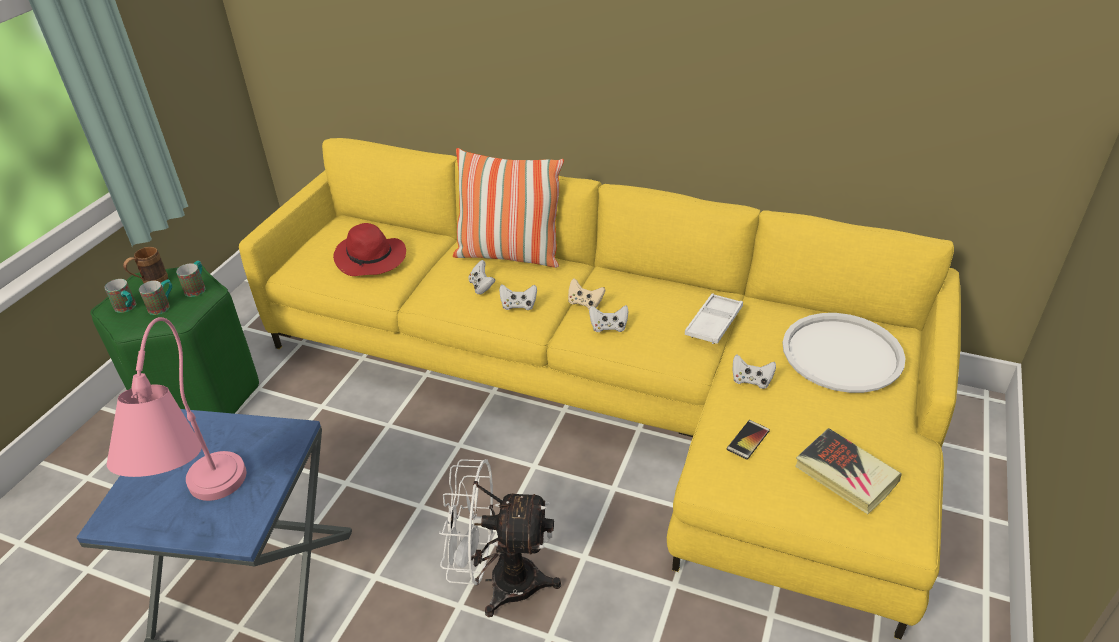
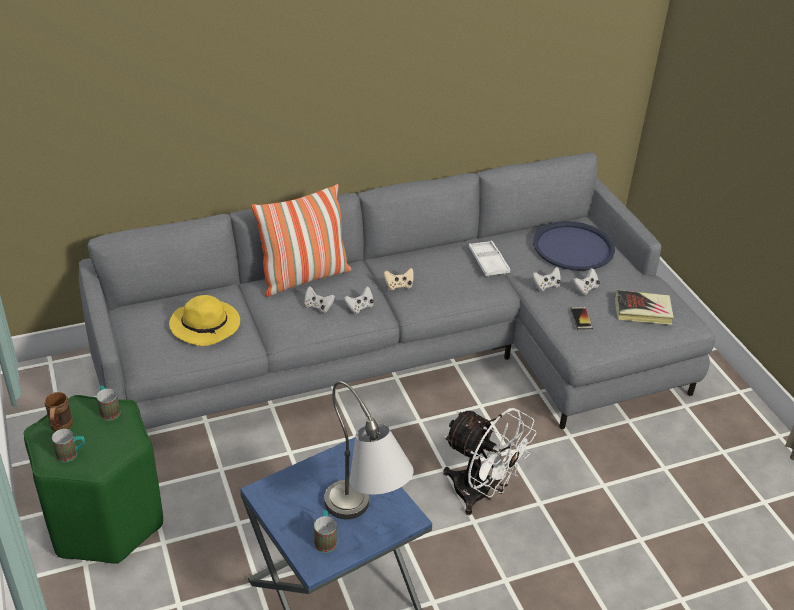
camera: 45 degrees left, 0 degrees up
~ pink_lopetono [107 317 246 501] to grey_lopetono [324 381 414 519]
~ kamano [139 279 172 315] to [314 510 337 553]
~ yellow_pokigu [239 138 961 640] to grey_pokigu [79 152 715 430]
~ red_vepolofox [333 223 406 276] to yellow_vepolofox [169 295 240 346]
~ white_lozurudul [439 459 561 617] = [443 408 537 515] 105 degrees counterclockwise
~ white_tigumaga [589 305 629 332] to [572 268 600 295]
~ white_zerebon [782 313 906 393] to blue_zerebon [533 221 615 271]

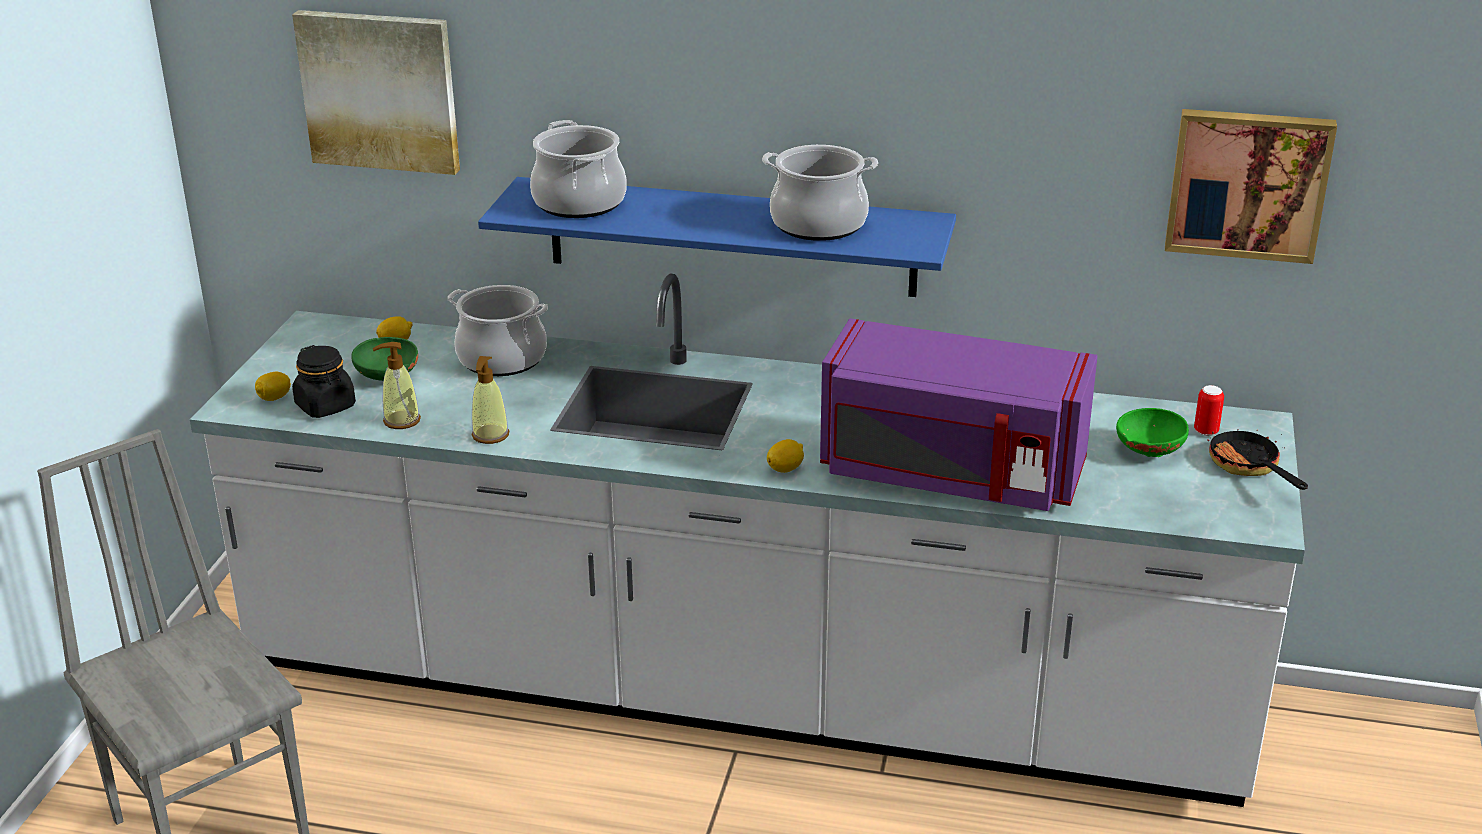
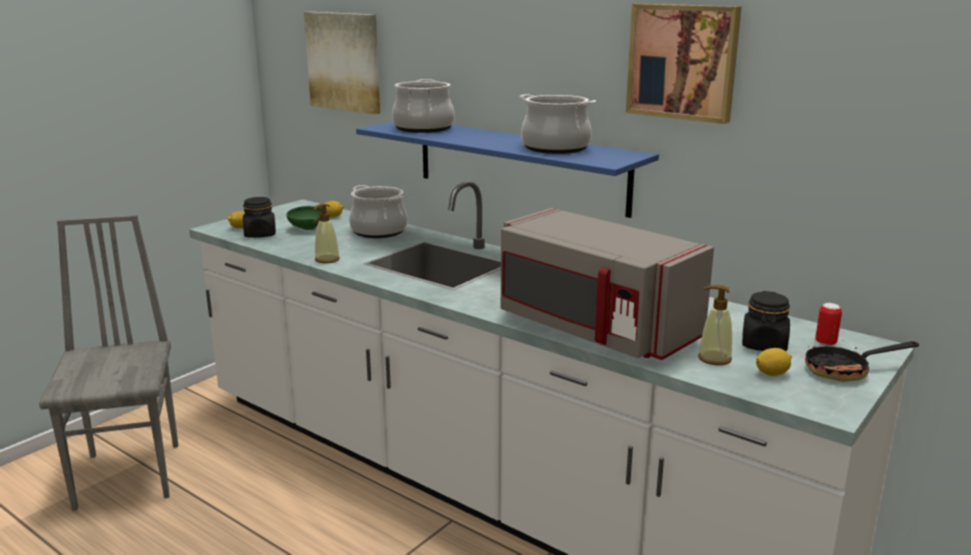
camera: 25 degrees right, 10 degrees down
~ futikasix [373 342 421 429] to [698 285 732 365]
~ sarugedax [767 439 804 473] to [756 348 792 376]
~ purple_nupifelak [820 318 1098 511] to grey_nupifelak [501 208 714 360]
~ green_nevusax [1116 408 1189 457] to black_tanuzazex [742 291 790 351]
~ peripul [1165 109 1337 264] to [626 4 742 124]
~ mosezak [1207 429 1308 490] = [805 340 919 381] 105 degrees counterclockwise

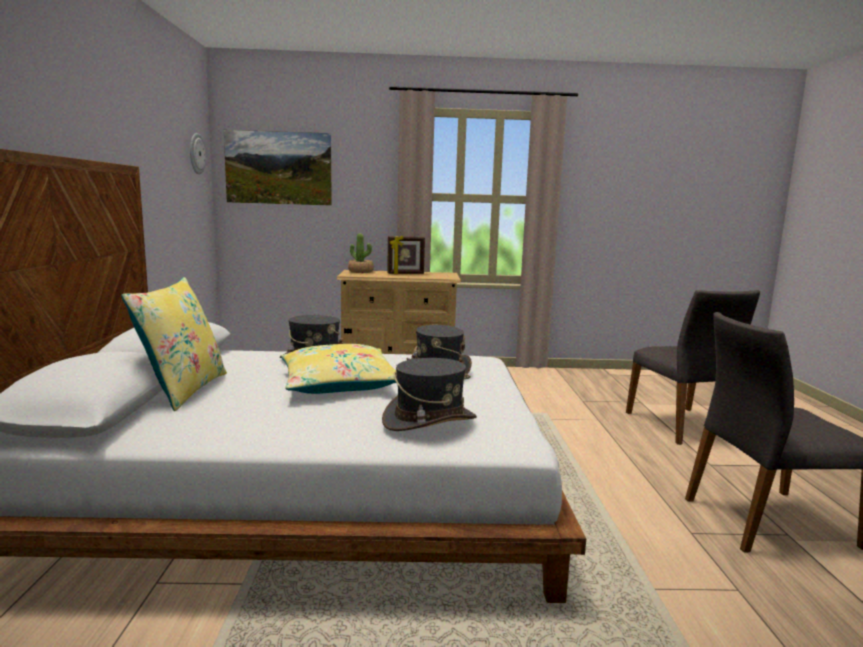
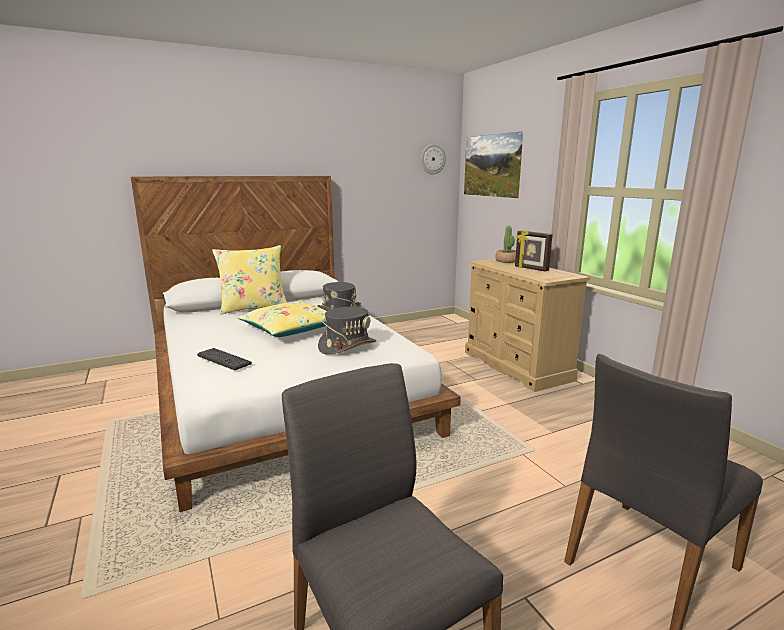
camera: 65 degrees right, 5 degrees up
~ grey_vepolofox [382 358 477 431] to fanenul [197 348 252 370]

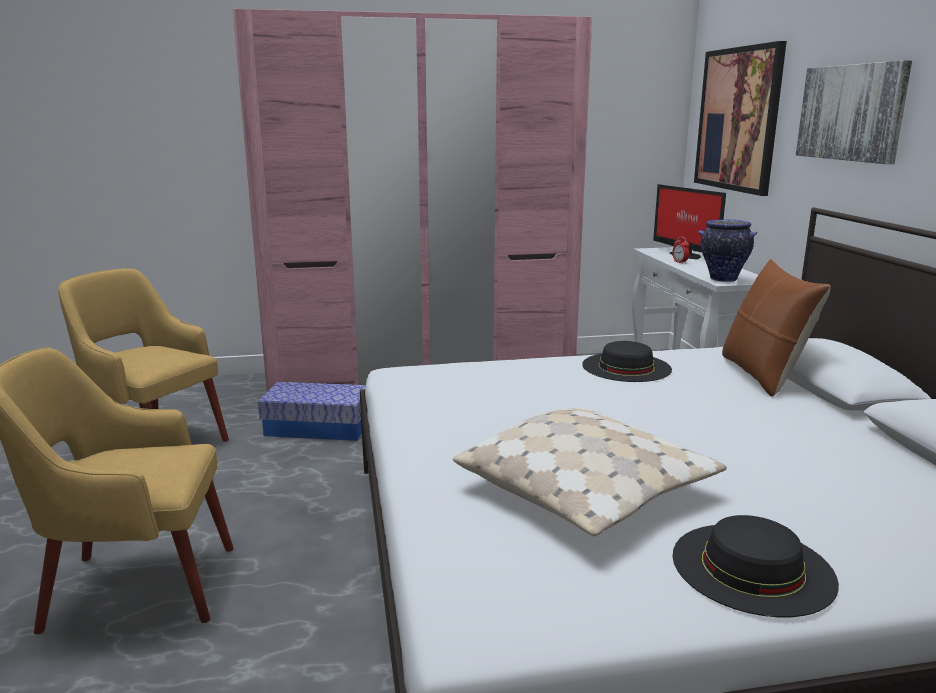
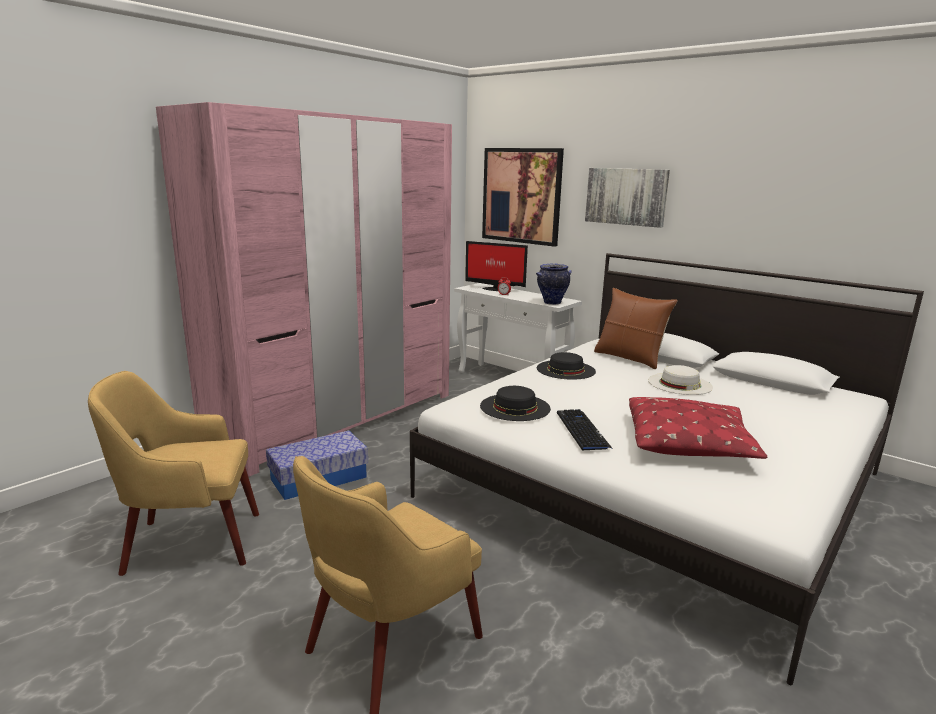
camera: 40 degrees left, 0 degrees up
~ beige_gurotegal [453 408 727 536] to red_gurotegal [629 397 767 459]
~ black_vepolofox [673 515 839 617] to [480 386 551 421]
+ fanenul [557 409 613 451]
+ white_vepolofox [648 365 713 395]

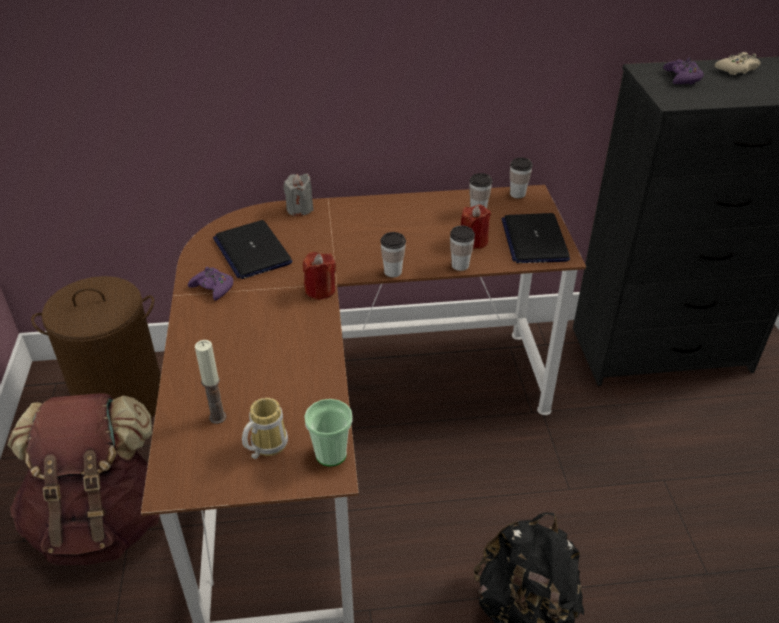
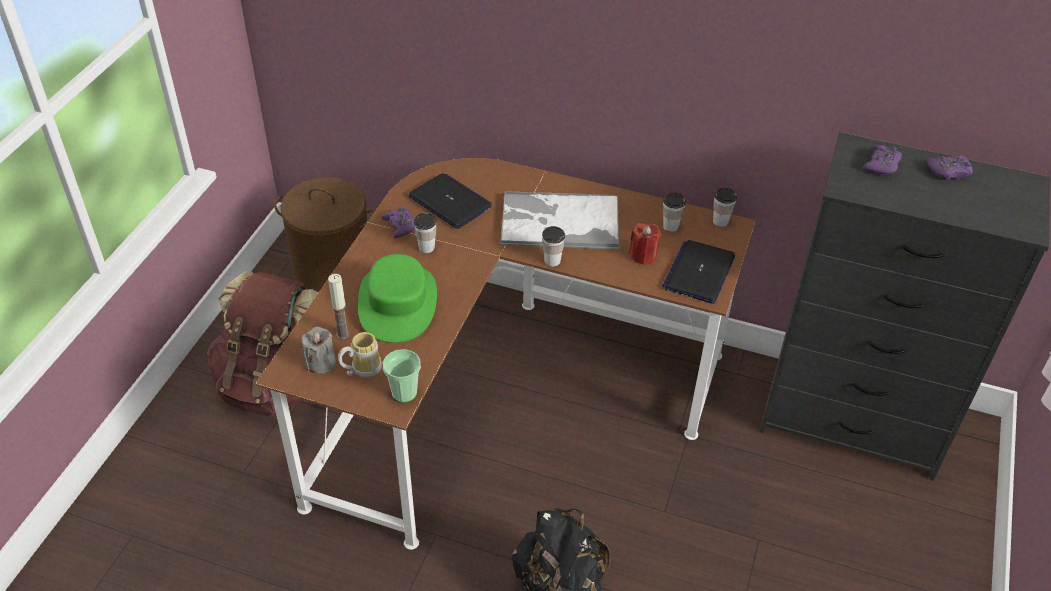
camera: 25 degrees right, 5 degrees up
~ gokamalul [213 220 292 279] = [409 173 492 229] 135 degrees clockwise
~ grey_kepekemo [284 173 314 216] to [302 327 336 374]
- red_kepekemo [303 252 336 300]
~ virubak [450 225 475 271] to [414 213 437 253]
~ beige_tigumaga [715 52 761 75] to purple_tigumaga [926 155 973 179]
+ green_vepolofox [358 254 437 343]
+ zerebon [500 191 620 250]

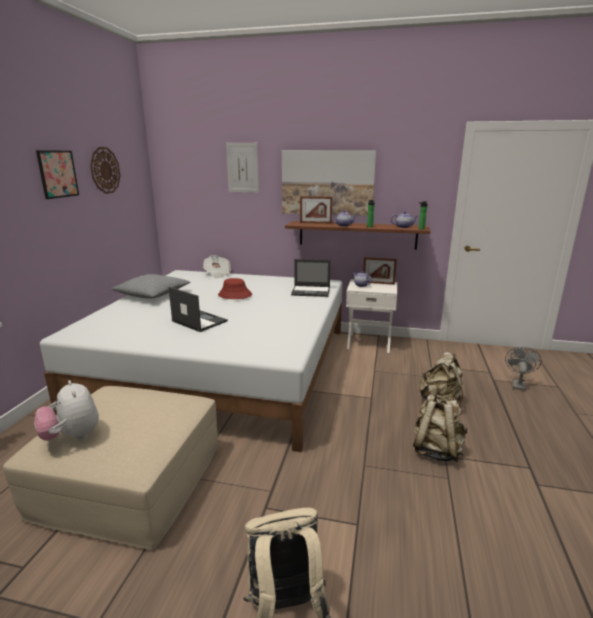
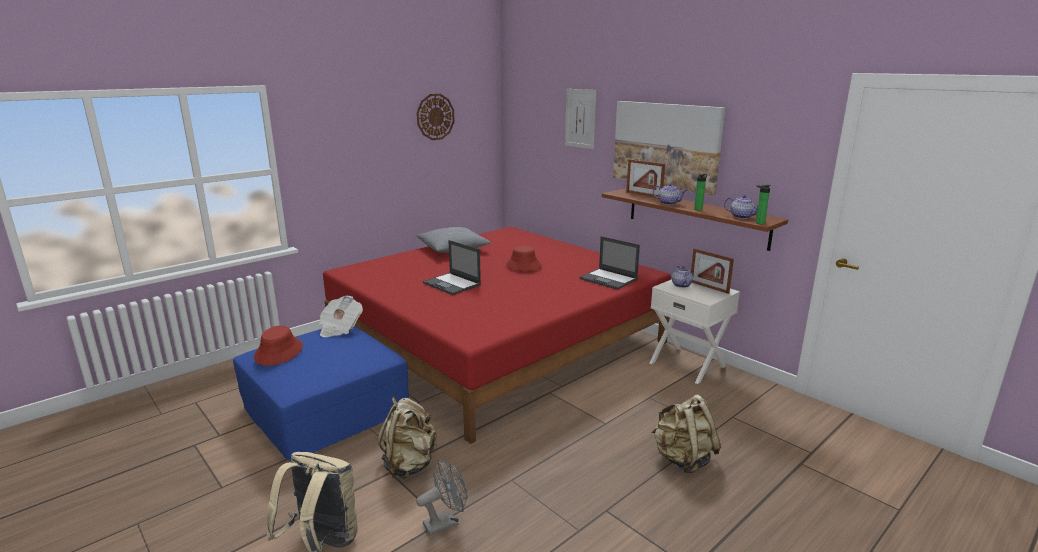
camera: 35 degrees right, 0 degrees up
~ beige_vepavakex [3 386 218 549] to blue_vepavakex [233 326 409 461]
~ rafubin [34 380 99 441] to red_vepolofox [254 325 303 366]
- peripul [36 150 79 199]
~ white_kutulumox [40 270 343 452] to red_kutulumox [323 227 671 444]
~ gokamalul [169 287 228 332] = [423 240 481 295] 150 degrees clockwise
~ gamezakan [203 255 231 278] to [319 296 363 337]
~ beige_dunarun [413 394 467 462] to [378 397 438 479]
~ grey_lozurudul [505 347 542 391] to [416 460 468 536]

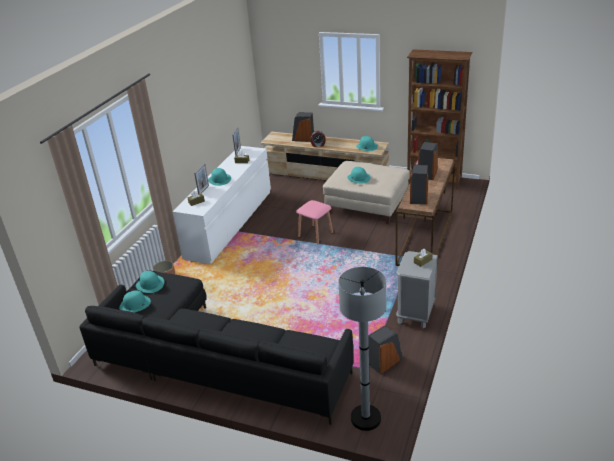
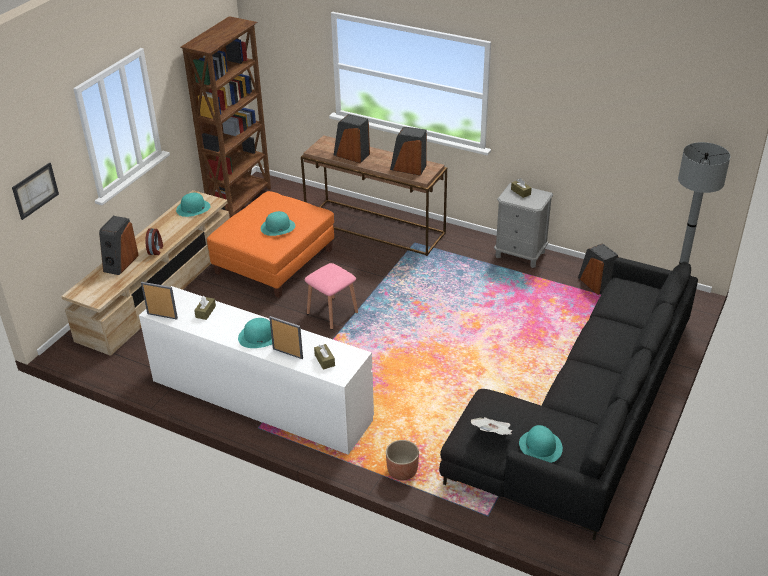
camera: 85 degrees left, 5 degrees up
~ turquoise_vepolofox [136 271 164 293] to gamezakan [471 417 512 435]
~ beige_vepavakex [323 161 410 224] to orange_vepavakex [207 191 334 298]
+ peripul [12 163 59 220]

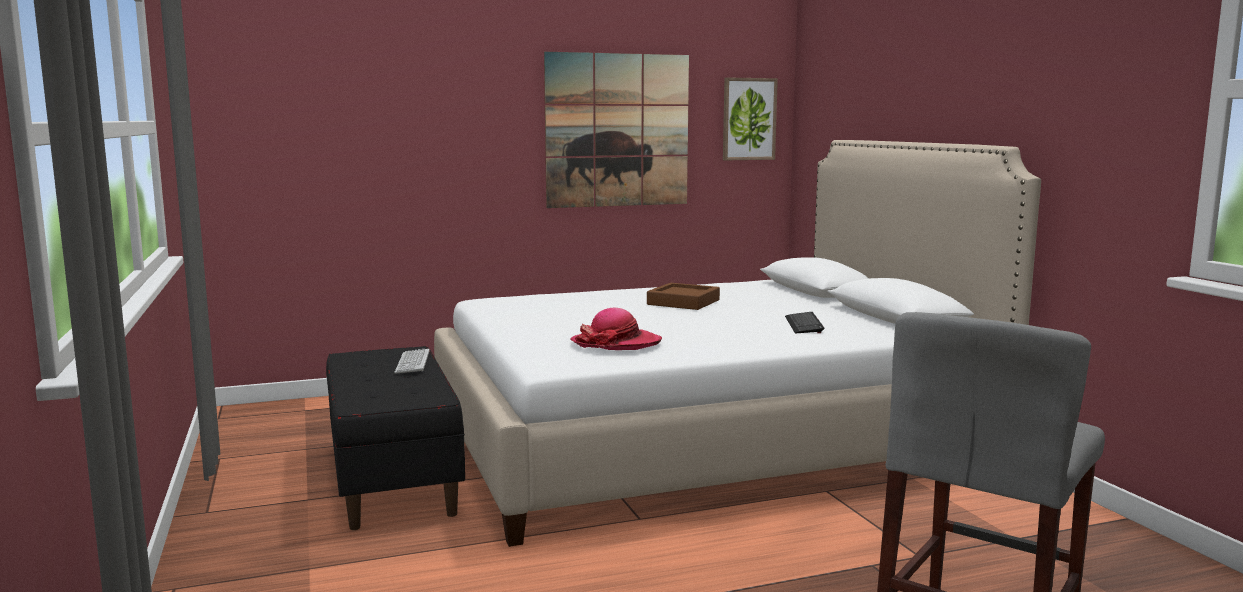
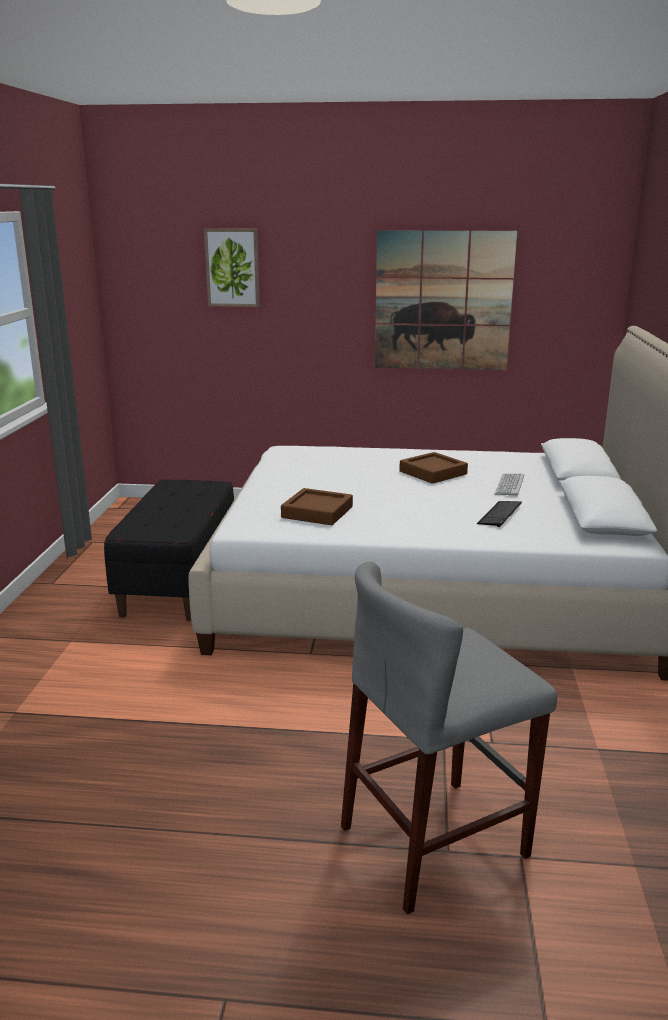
camera: 25 degrees right, 10 degrees up
~ fanenul [394 349 430 374] to [495 473 524 496]
~ vepolofox [570 308 662 350] to brown_zerebon [281 488 353 525]
~ peripul [723 77 778 160] to [204 228 260 307]

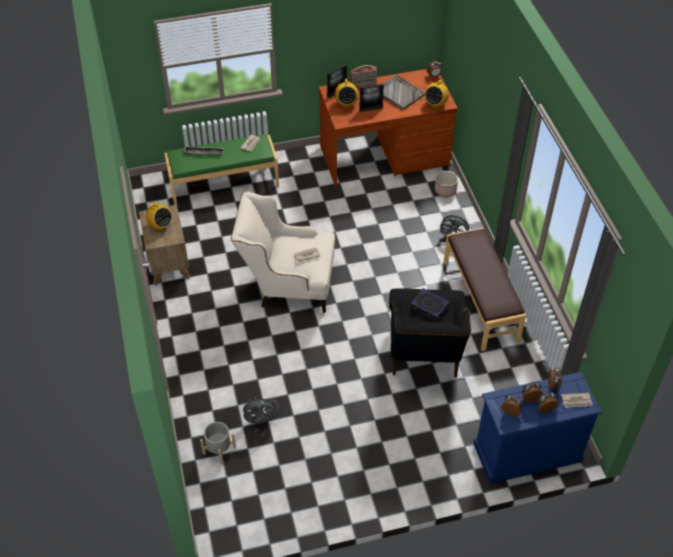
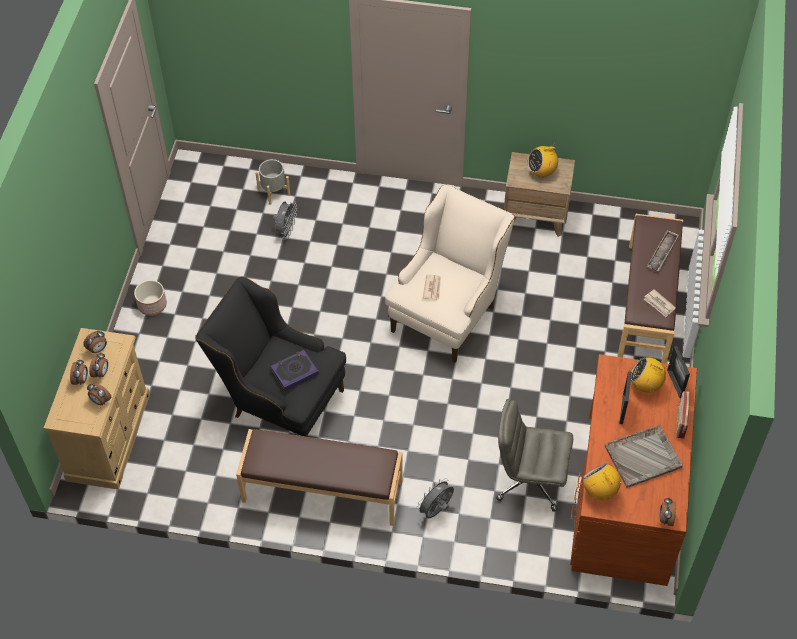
camera: 115 degrees right, 5 degrees up
~ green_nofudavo [164 134 279 205] to brown_nofudavo [617 214 683 364]
~ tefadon [435 171 458 197] to [134 280 167 316]
~ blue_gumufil [474 372 602 484] to beige_gumufil [43 328 150 490]
- gamezakan [561 393 593 408]
+ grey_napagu [496 399 573 512]

